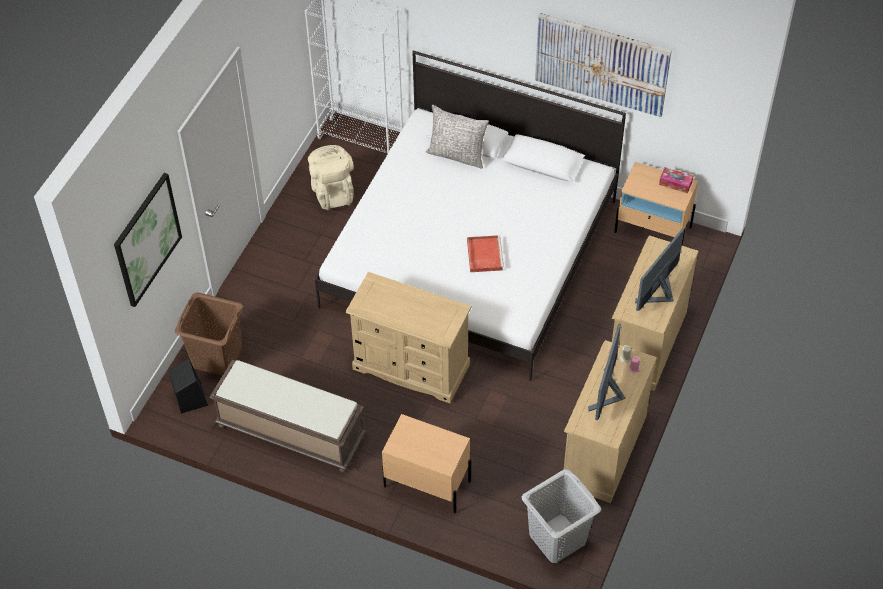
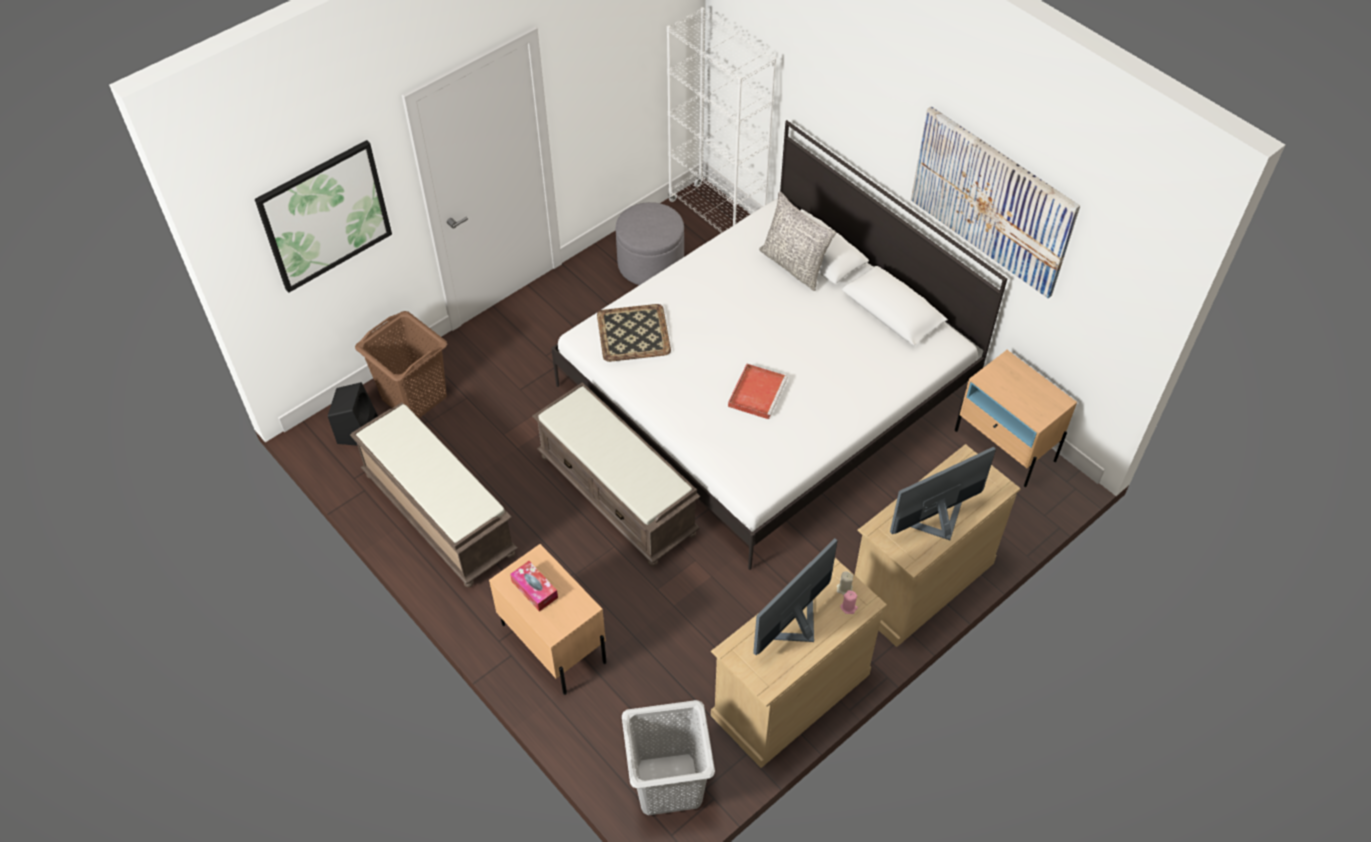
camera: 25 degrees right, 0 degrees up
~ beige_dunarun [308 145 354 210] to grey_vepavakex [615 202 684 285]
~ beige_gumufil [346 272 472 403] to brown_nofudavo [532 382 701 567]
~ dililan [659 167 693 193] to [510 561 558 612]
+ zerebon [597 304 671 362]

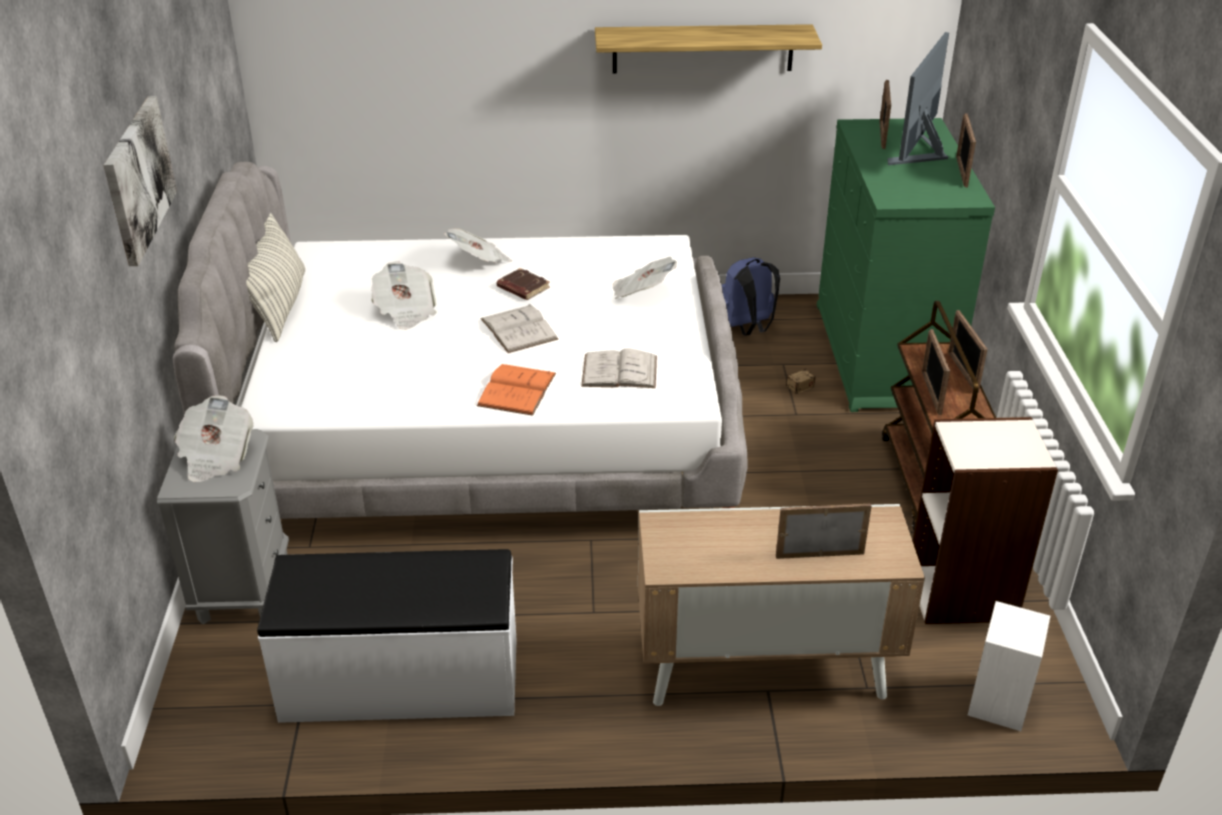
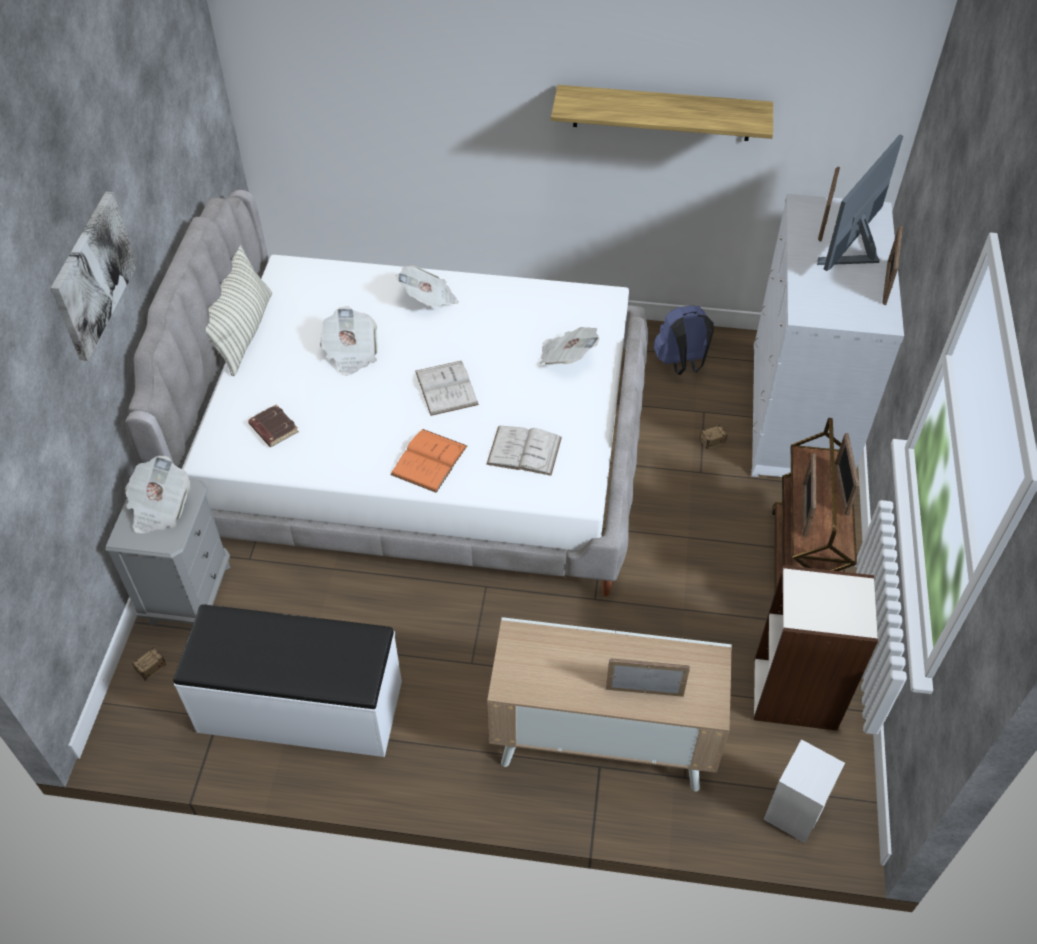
camera: 10 degrees right, 15 degrees up
~ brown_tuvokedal [497 268 550 300] to [248 404 299 447]
~ green_gumufil [817 118 995 412] to white_gumufil [751 194 904 477]
+ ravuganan [103 647 166 680]

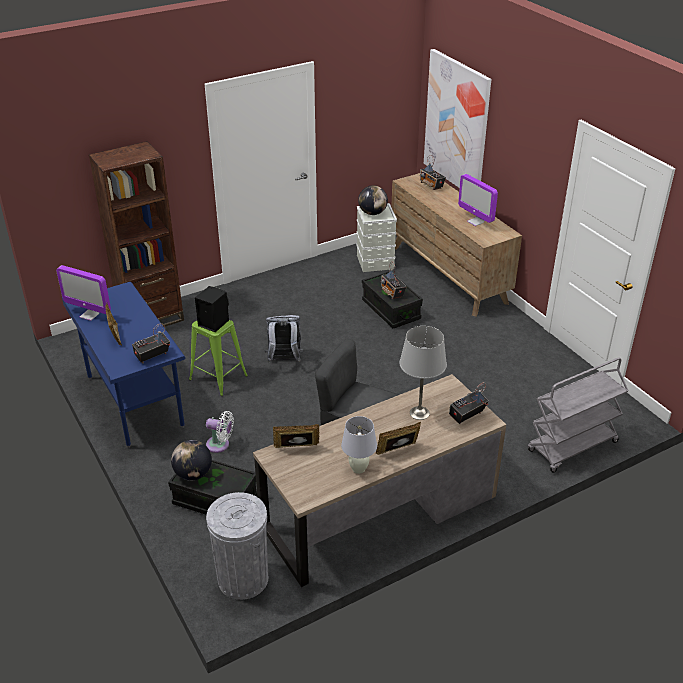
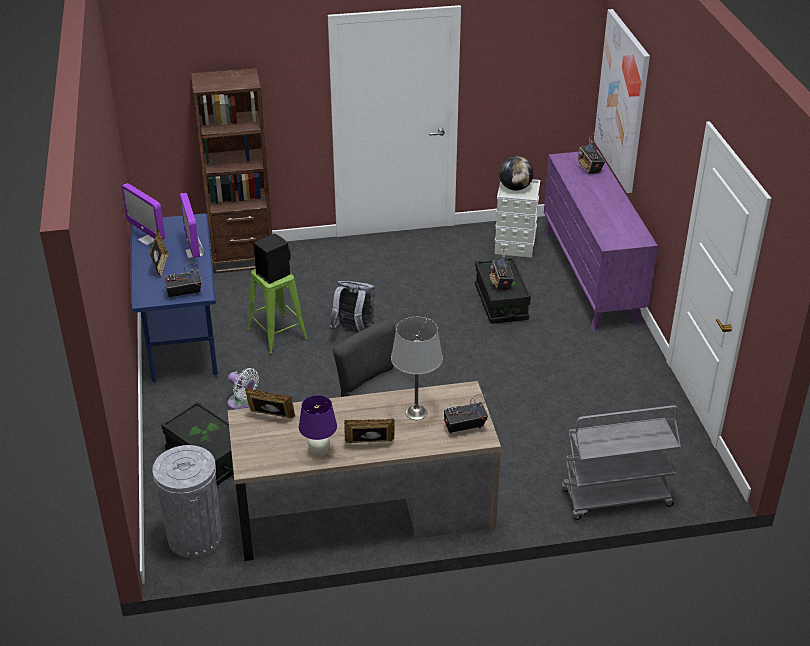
camera: 20 degrees right, 0 degrees up
- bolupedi [171 440 212 481]
~ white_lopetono [341 416 377 474] to purple_lopetono [299 395 337 457]
~ brown_gumufil [391 173 522 317] to purple_gumufil [544 150 658 331]
~ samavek [458 174 498 226] to [180 193 204 258]

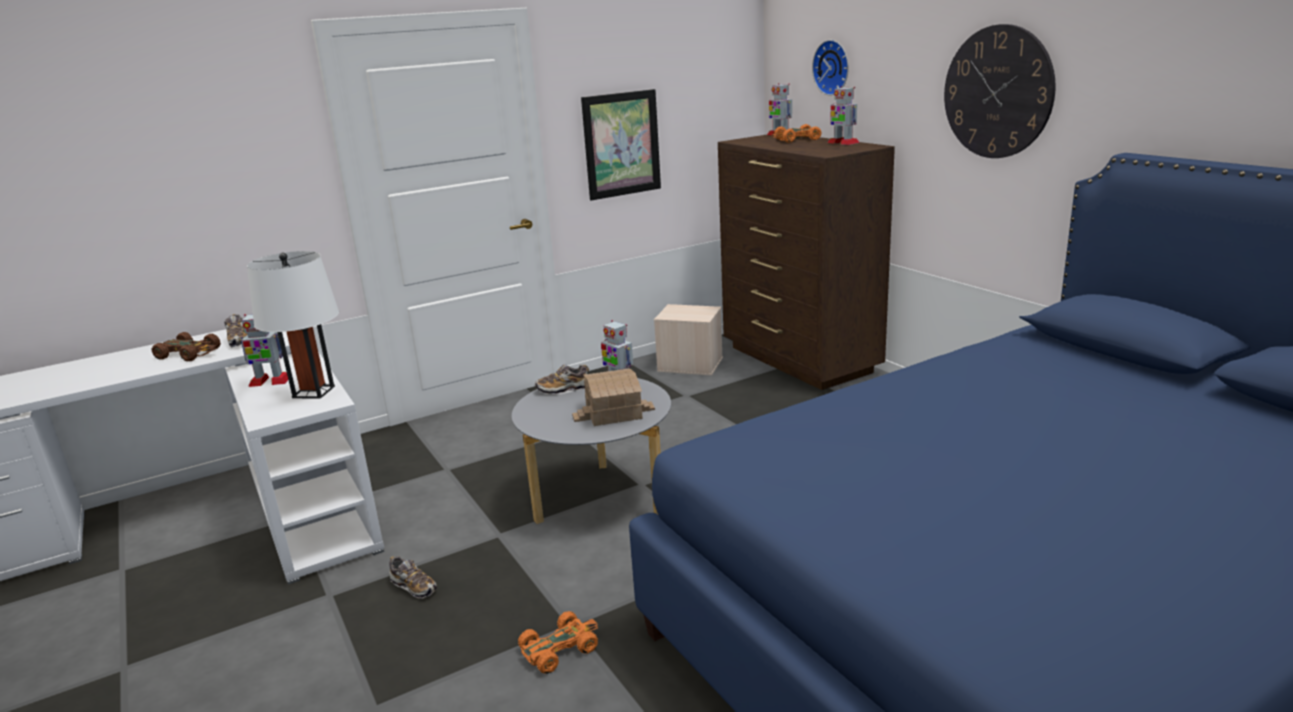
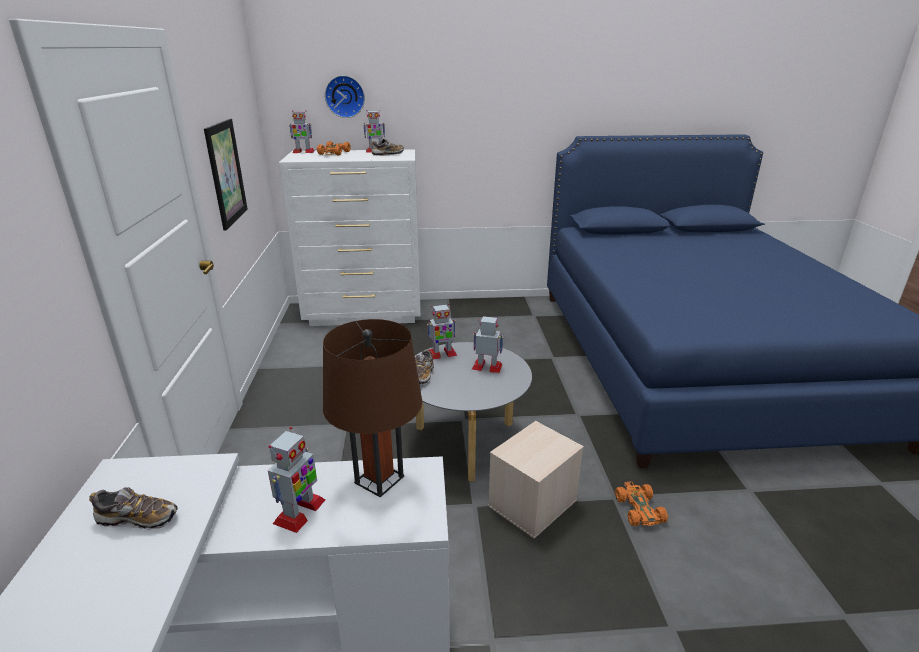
camera: 65 degrees left, 5 degrees up
- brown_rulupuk [151 332 221 362]
~ white_lopetono [247 251 339 398] to brown_lopetono [323 319 423 497]
~ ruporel [389 556 437 599] to [371 138 404 156]
~ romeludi [572 368 655 426] to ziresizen [472 316 504 373]
~ beige_ravuganan [654 304 723 376] to [488 421 584 539]
~ brown_gumufil [718 135 895 390] to white_gumufil [279 149 421 326]
- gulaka [944 24 1056 158]

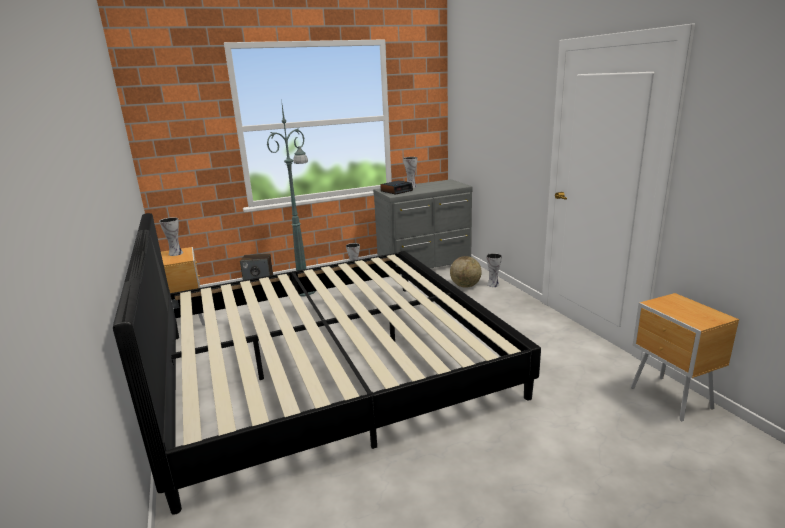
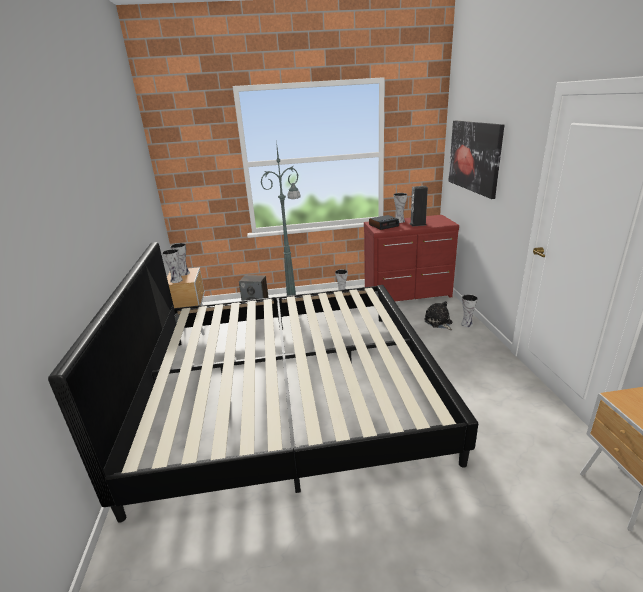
camera: 15 degrees right, 5 degrees up
~ grey_gumufil [373 179 473 269] to red_gumufil [364 215 459 301]
~ bolupedi [450 256 482 288] to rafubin [424 301 453 330]
+ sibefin [162 249 183 283]
+ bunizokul [410 186 428 227]
+ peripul [448 121 504 199]

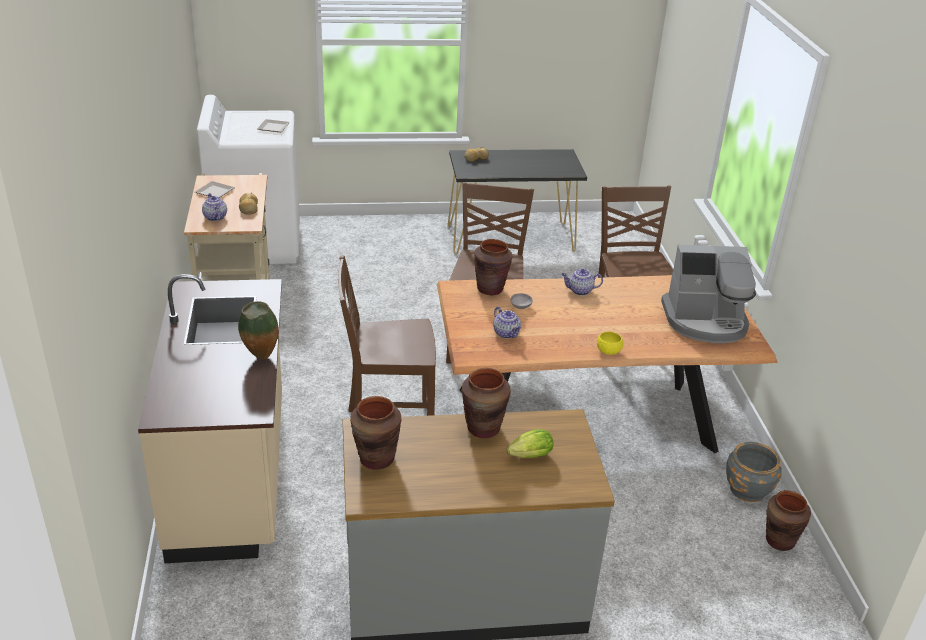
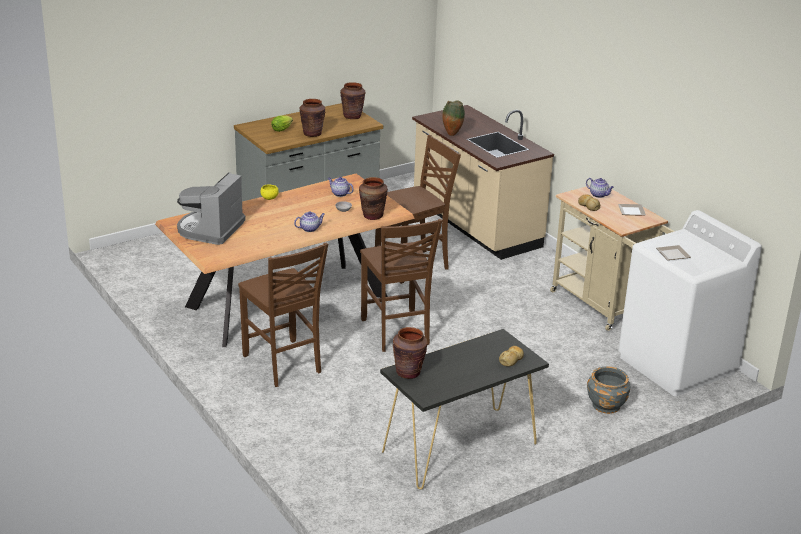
camera: 155 degrees right, 5 degrees down
~ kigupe [661 245 756 343] = [177 172 246 245] 45 degrees counterclockwise
~ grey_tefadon [726 442 782 502] to [587 366 631 414]
~ brown_sibefin [766 490 811 551] to [393 327 428 379]

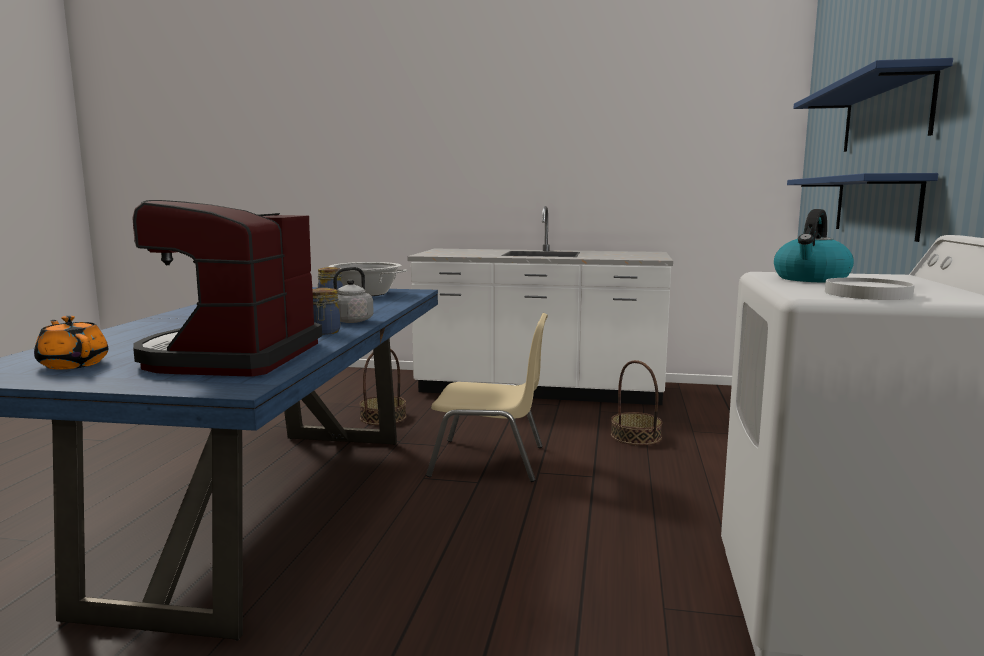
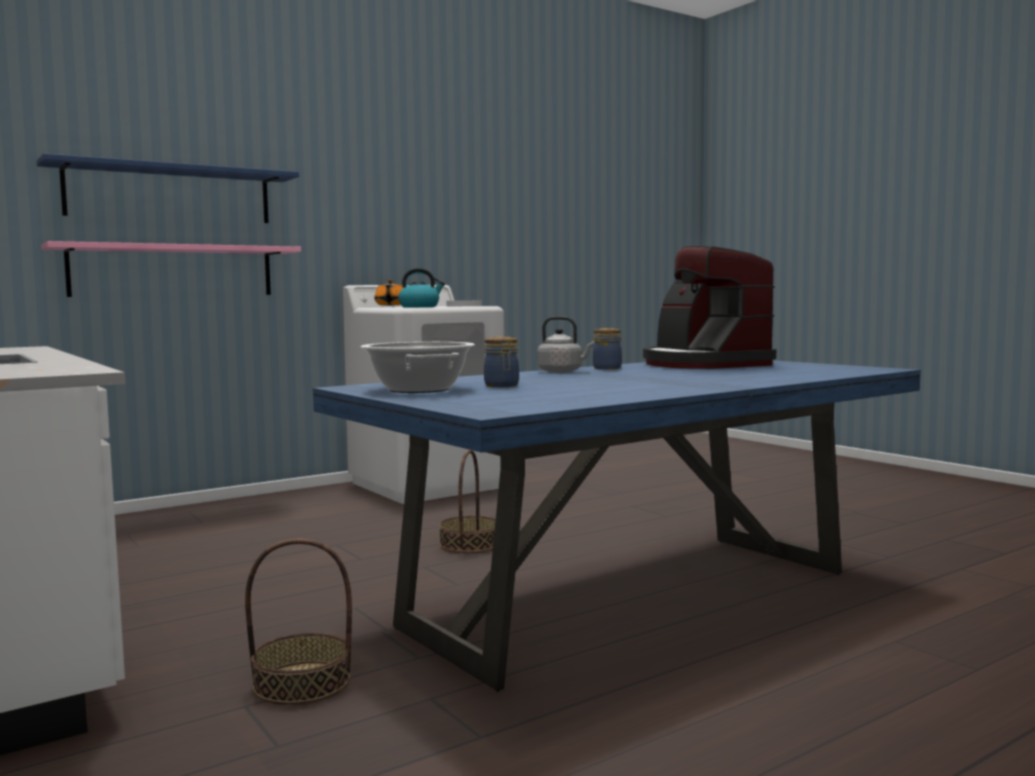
camera: 135 degrees left, 5 degrees down
~ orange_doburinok [34 316 108 369] to [374 280 403 306]
~ kigupe [132 200 322 377] = [643 246 776 369] 105 degrees clockwise
- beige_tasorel [426 313 548 482]
~ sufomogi [611 360 662 445] to [439 450 496 553]
~ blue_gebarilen [787 173 938 242] to pink_gebarilen [41 241 301 297]

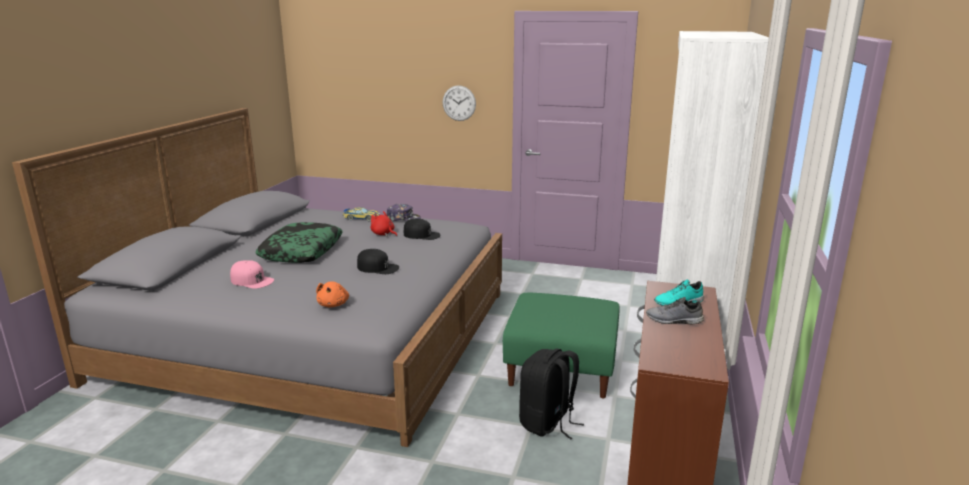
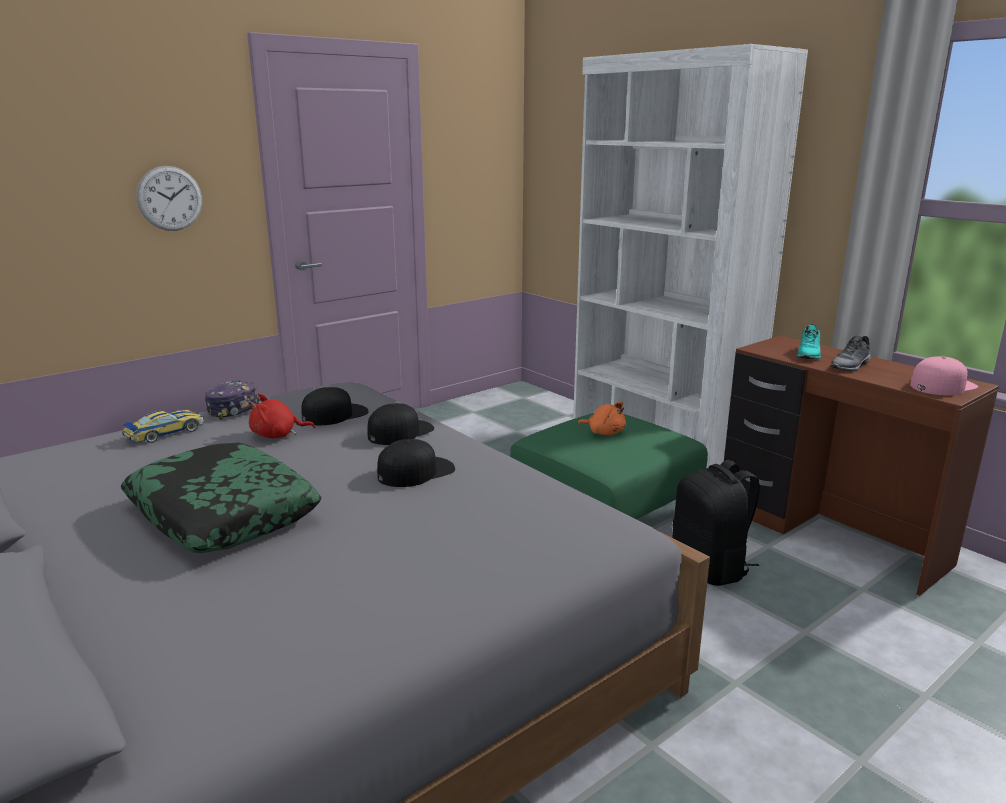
camera: 55 degrees left, 0 degrees up
~ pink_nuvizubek [230 260 274 289] to [910 356 978 395]
~ orange_rafubin [316 282 349 307] to [577 402 626 435]
+ black_nuvizubek [367 403 434 445]

